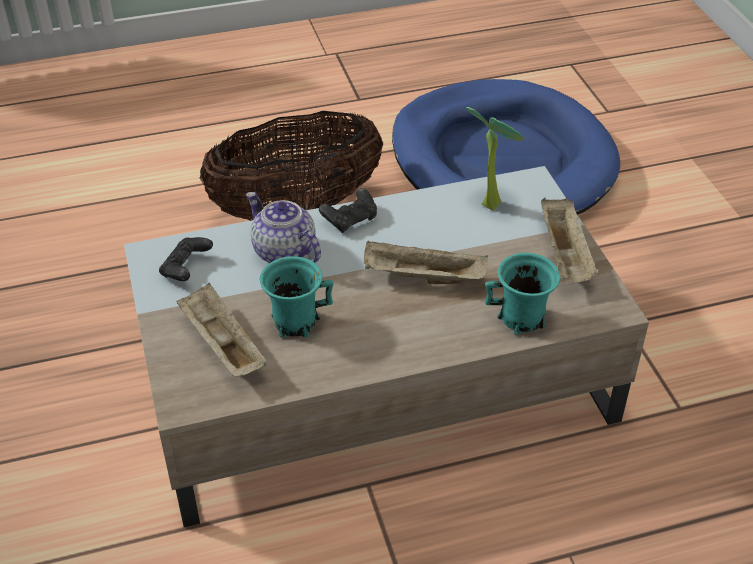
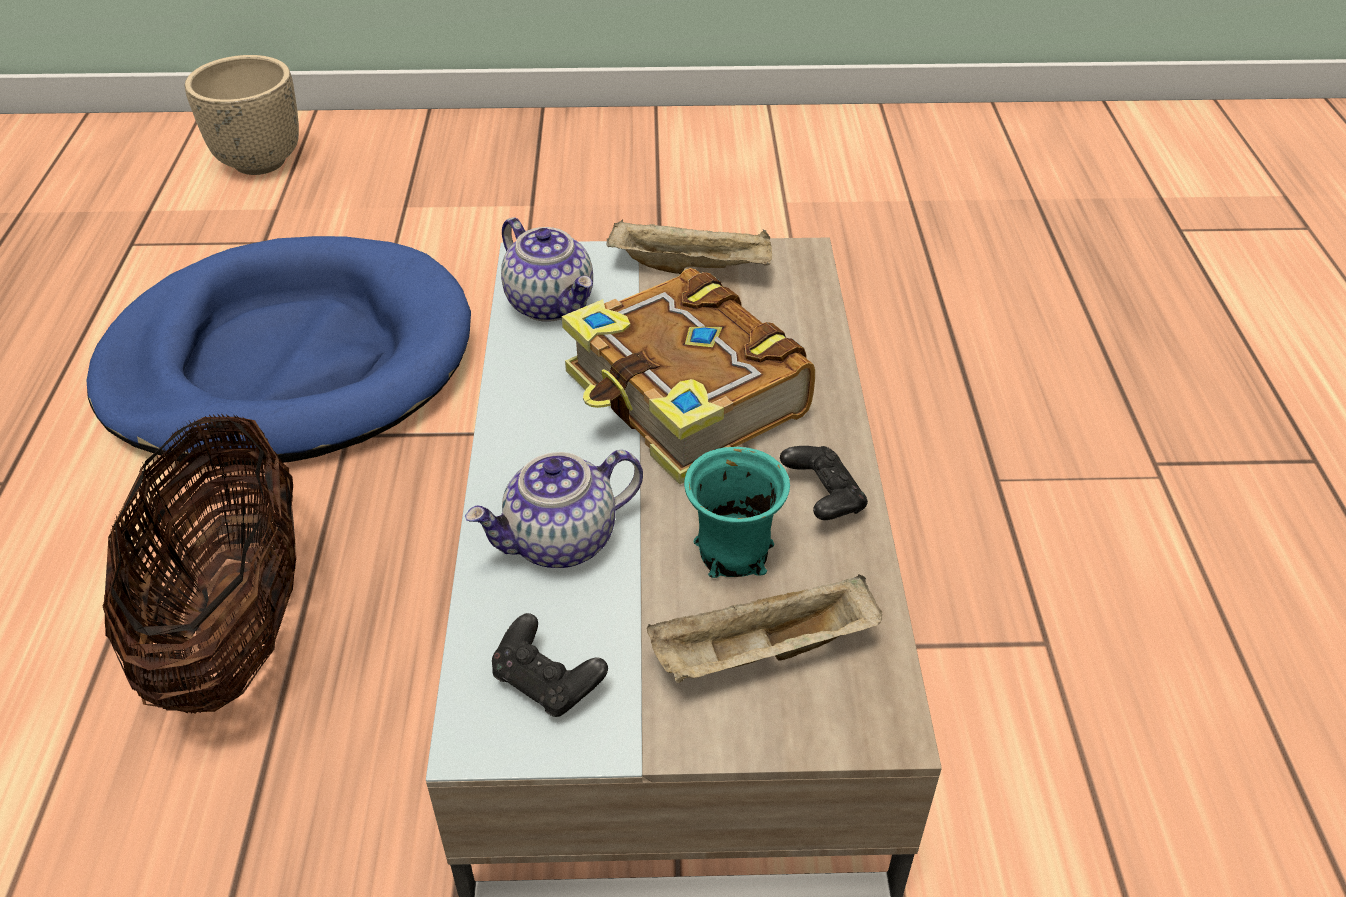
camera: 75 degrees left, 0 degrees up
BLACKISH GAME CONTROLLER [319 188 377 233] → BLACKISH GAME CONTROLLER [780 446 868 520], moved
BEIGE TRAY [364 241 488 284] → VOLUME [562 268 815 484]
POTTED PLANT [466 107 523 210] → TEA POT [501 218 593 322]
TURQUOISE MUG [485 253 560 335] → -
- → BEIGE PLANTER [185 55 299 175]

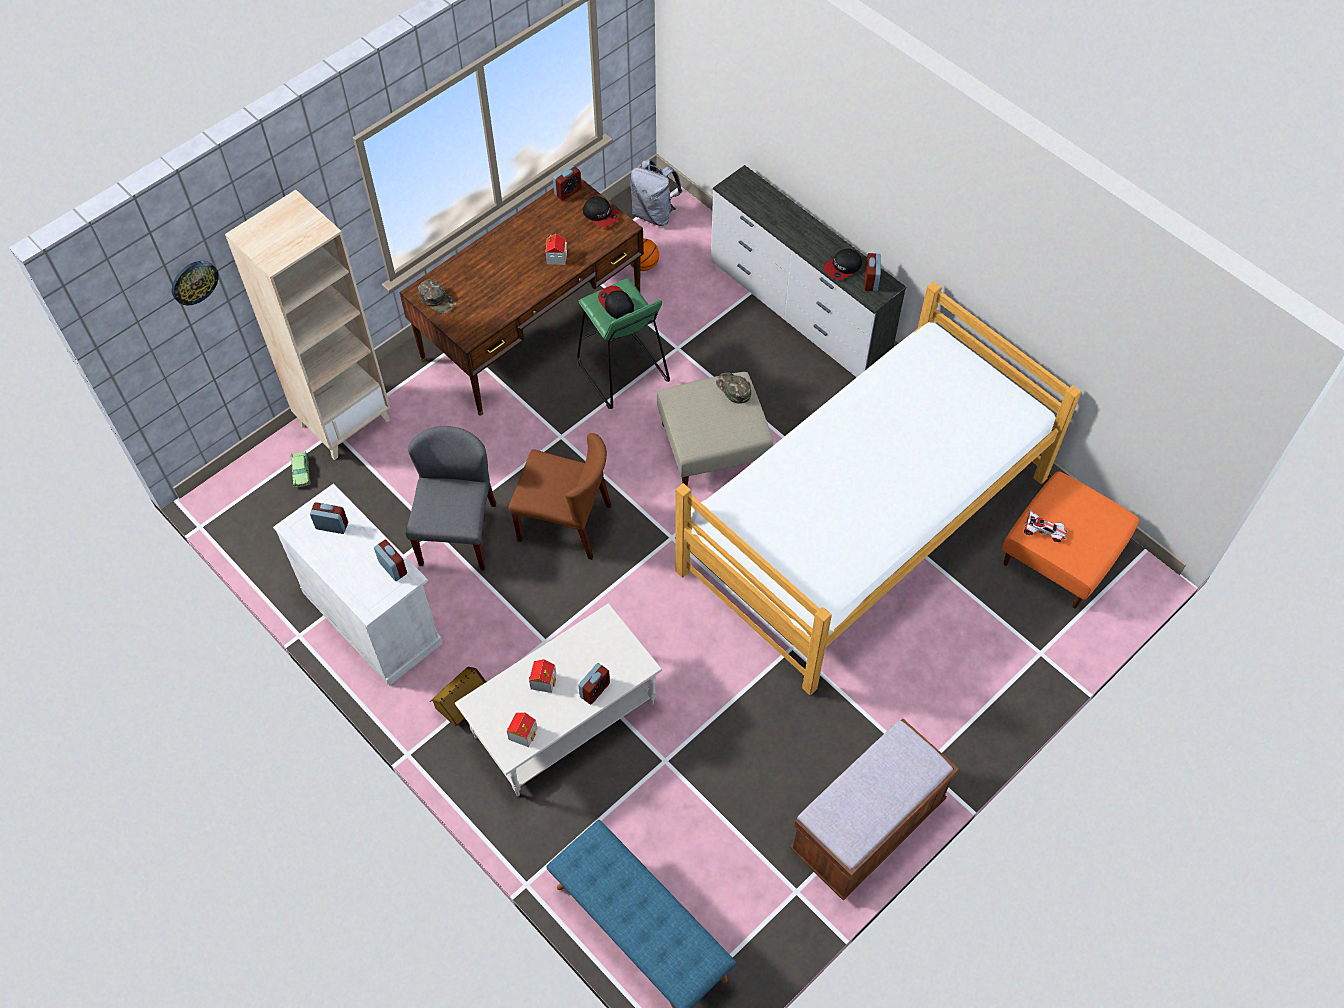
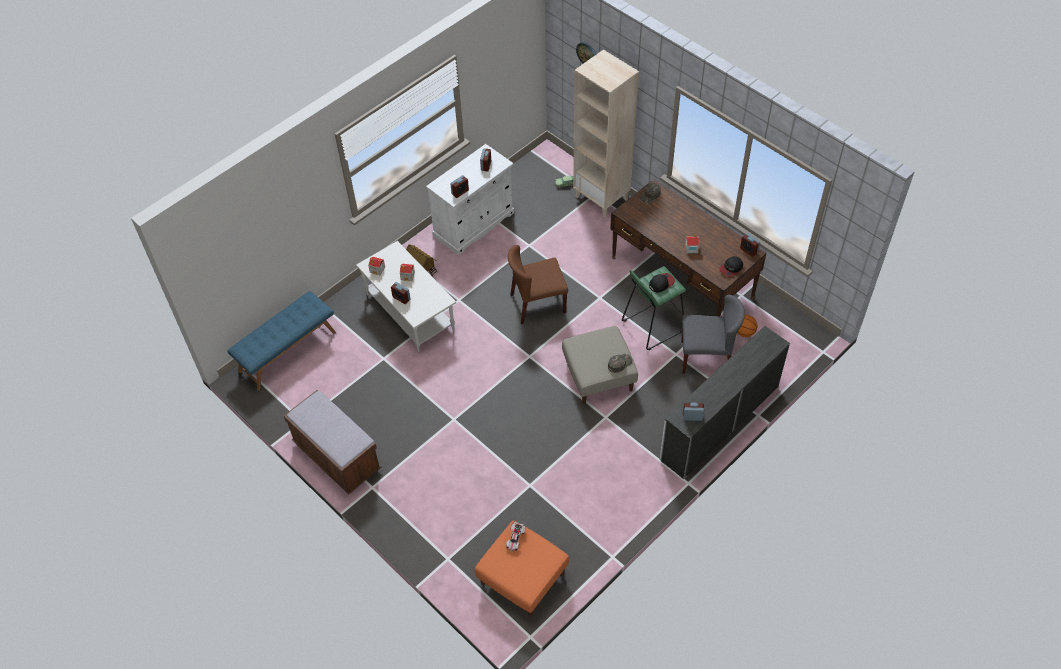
camera: 90 degrees right, 5 degrees down
GRAY CHAIR [406 426 496 571] → GRAY CHAIR [681 295 745 374], moved
BROWN CHAIR [509 433 611 560] → BROWN CHAIR [508 245 568 324], 60 degrees clockwise
GRAY BACKPACK [630 160 682 226] → -
BEDROOM BED [675 281 1081 695] → -
PEAKED CAP [823 248 862 280] → -

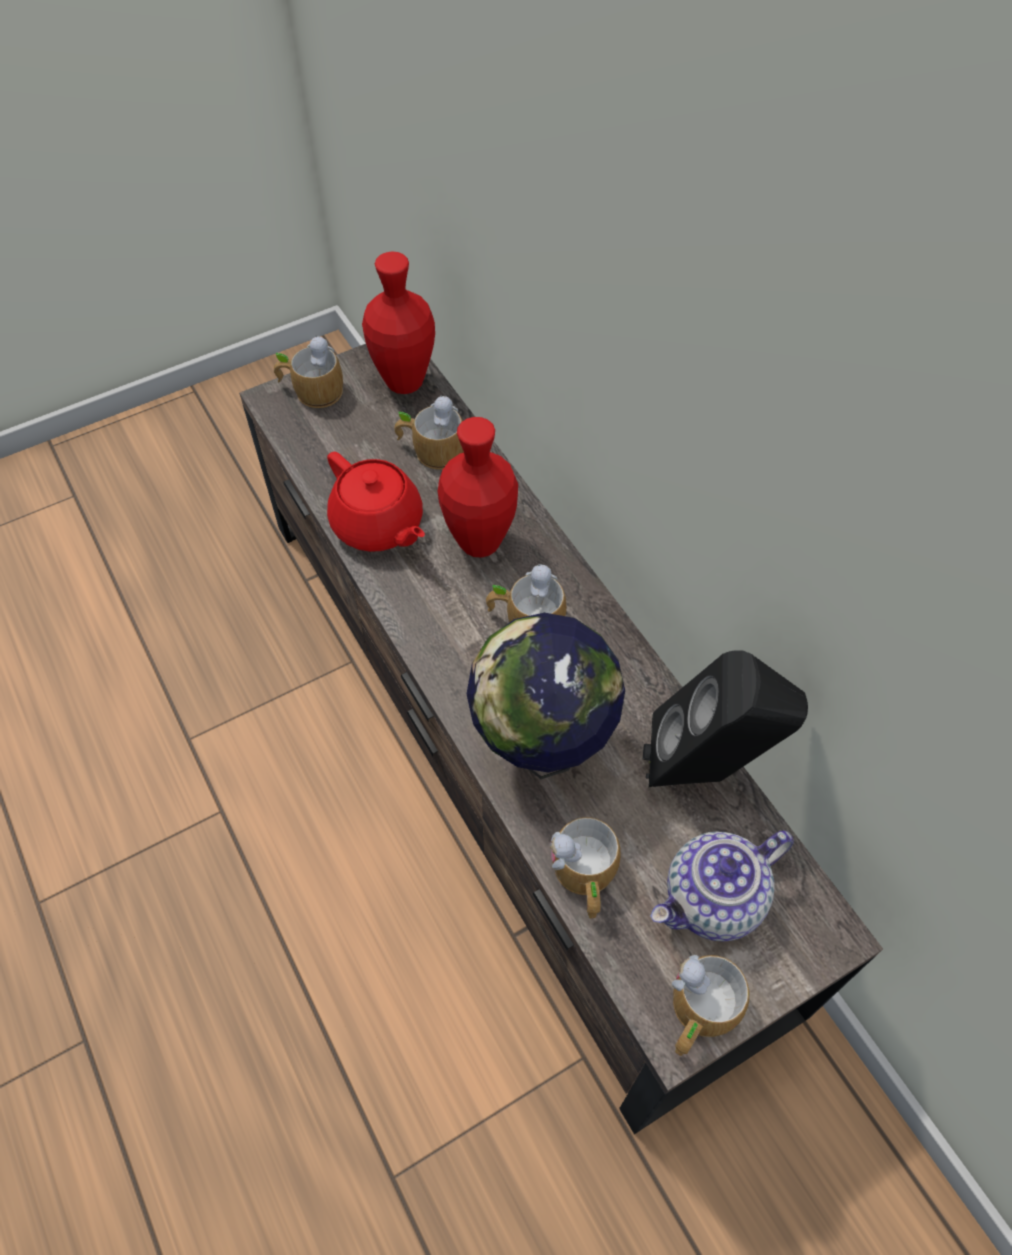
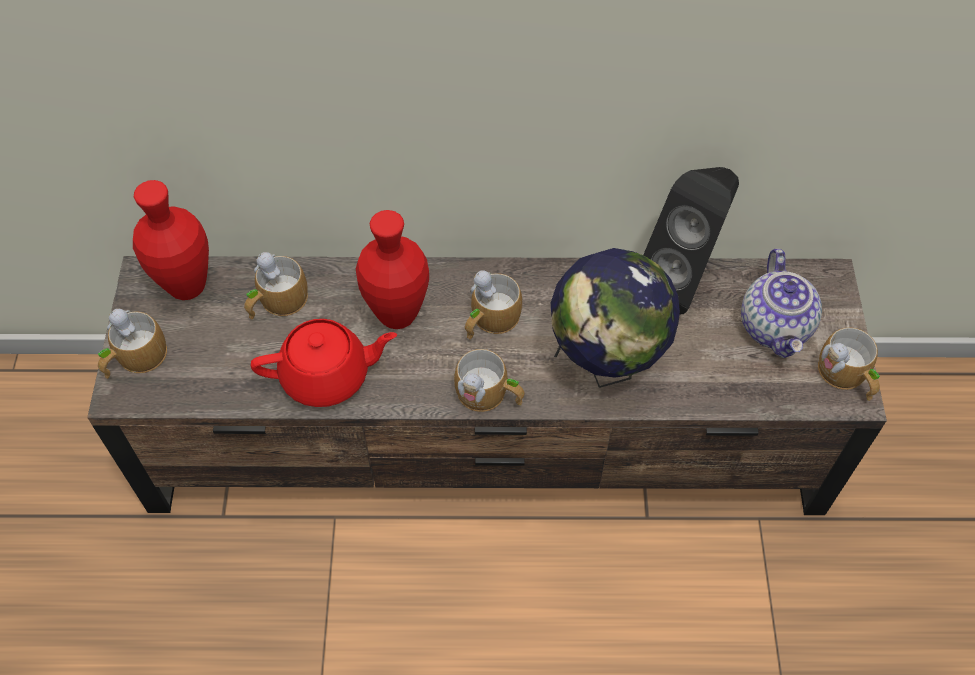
camera: 60 degrees left, 0 degrees up
MUG [550 817 621 919] → MUG [454 349 525 412], moved

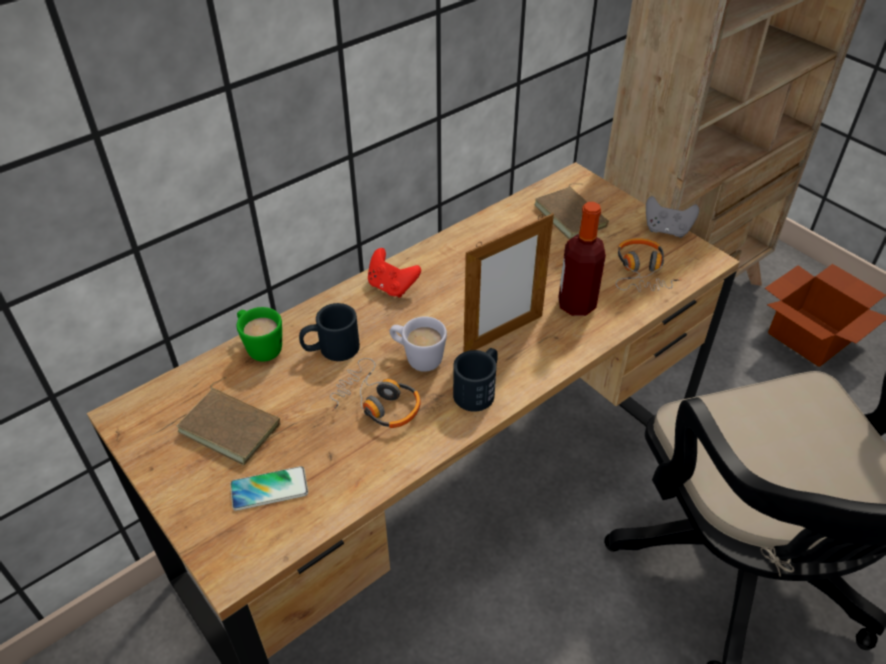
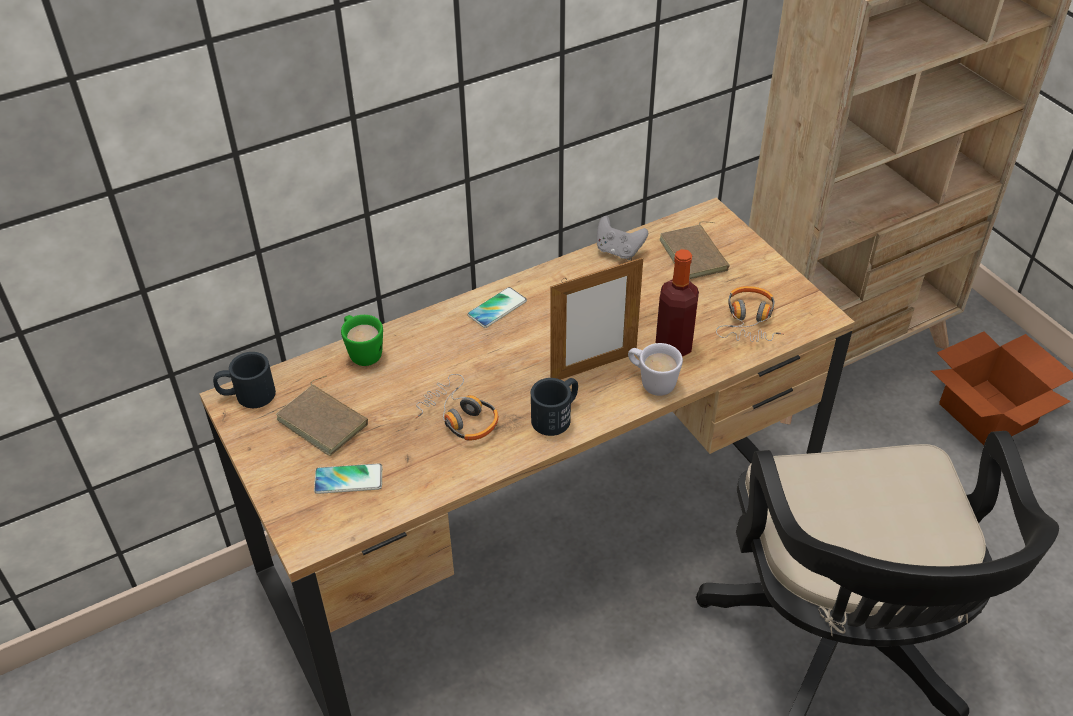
camera: 10 degrees right, 0 degrees up
BLACKISH MUG [299 303 360 361] → BLACKISH MUG [213 352 276 408], moved
RED-COLOURED GAME CONTROLLER [368 248 421 298] → HANDSET [467 287 527 328]
WHITE-COLOURED MUG [390 316 447 372] → WHITE-COLOURED MUG [628 343 683 396], moved
GRAY GAME CONTROLLER [646 196 699 238] → GRAY GAME CONTROLLER [597 216 648 260], moved

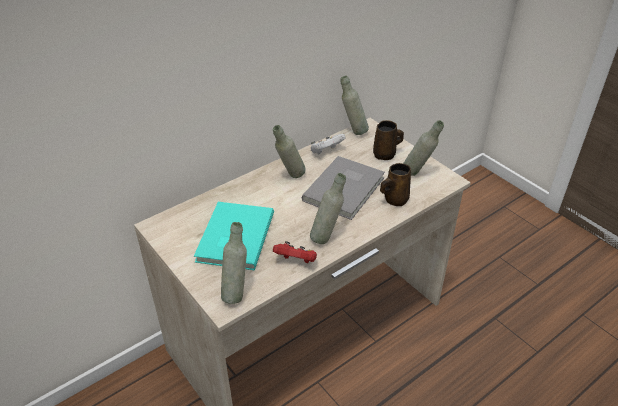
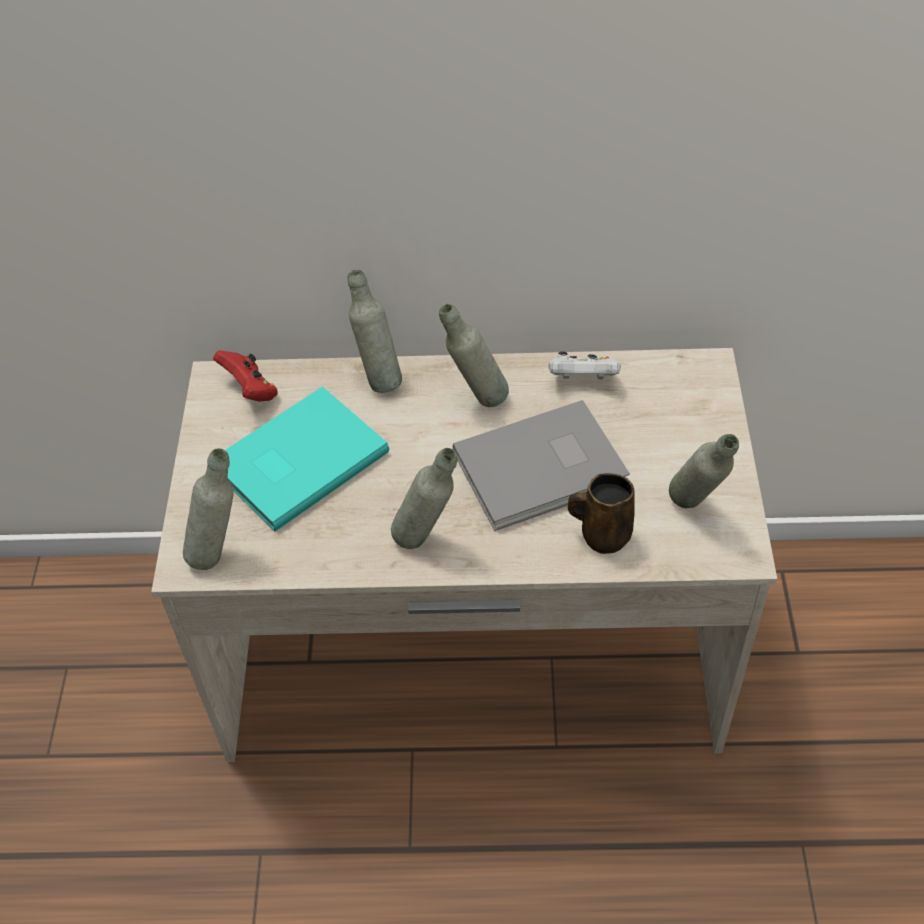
camera: 40 degrees right, 10 degrees up
RED-COLOURED GAME CONTROLLER [273 241 317 263] → RED-COLOURED GAME CONTROLLER [213 351 278 402], moved
GRAY BEVERAGE BOTTLE [340 76 369 135] → GRAY BEVERAGE BOTTLE [348 270 402 393], moved
BROWN MUG [373 120 404 160] → -

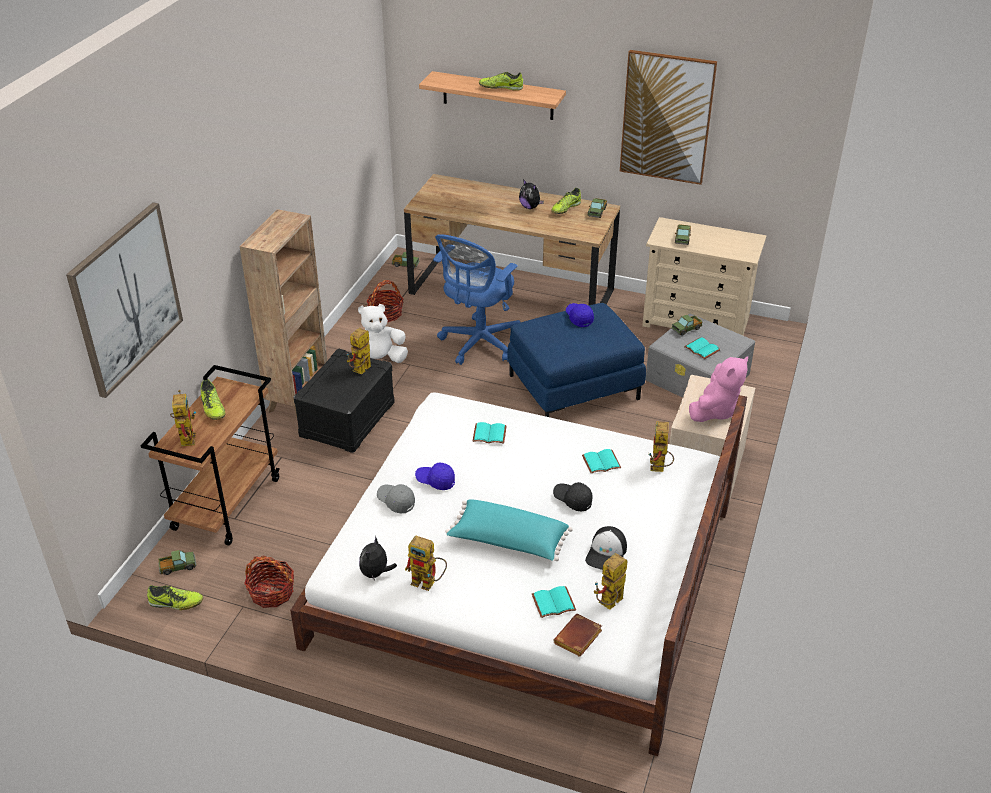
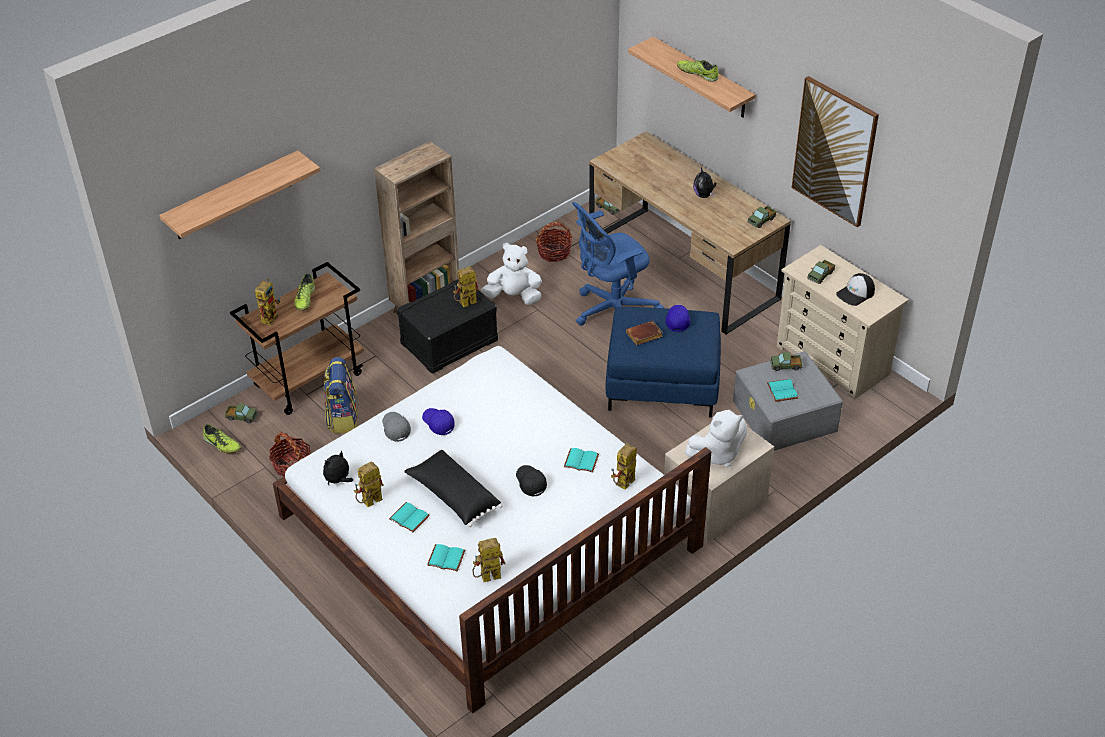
camera: 30 degrees right, 5 degrees up
WALL ART [66 202 183 398] → BRACKET SHELF [159 150 320 239]
ROBOT FIGURE [405 536 447 591] → ROBOT FIGURE [354 461 384 507], 90 degrees clockwise
TURQUOISE THROW PILLOW [445 499 573 561] → BLACKISH THROW PILLOW [404 449 502 527]
TURQUOISE VOLUME [473 422 507 444] → TURQUOISE VOLUME [389 502 430 532], moved
SHOE [552 188 581 214] → -
BROWN VOLUME [553 614 602 657] → BROWN VOLUME [626 321 663 345], moved
PEAKED CAP [585 526 627 570] → PEAKED CAP [836 273 875 306], moved
PINKISH PLUSH TOY [689 356 748 422] → WHITE-COLOURED PLUSH TOY [685 410 747 467]
- → BACKPACK [324 357 358 433]

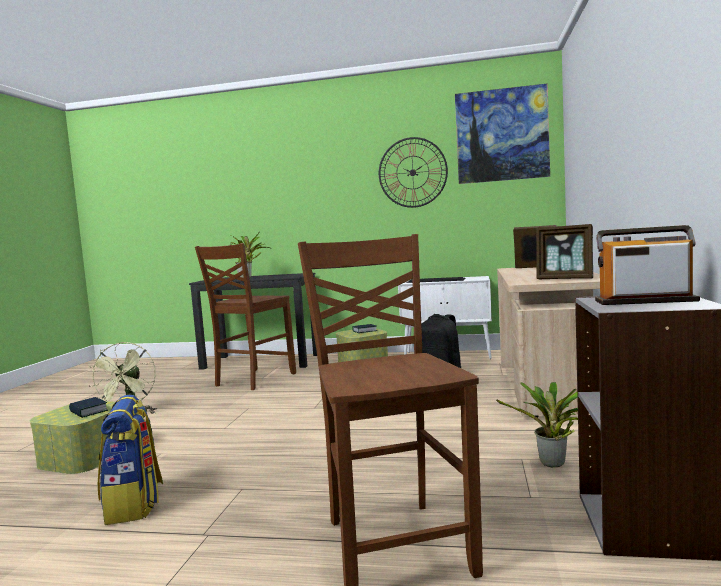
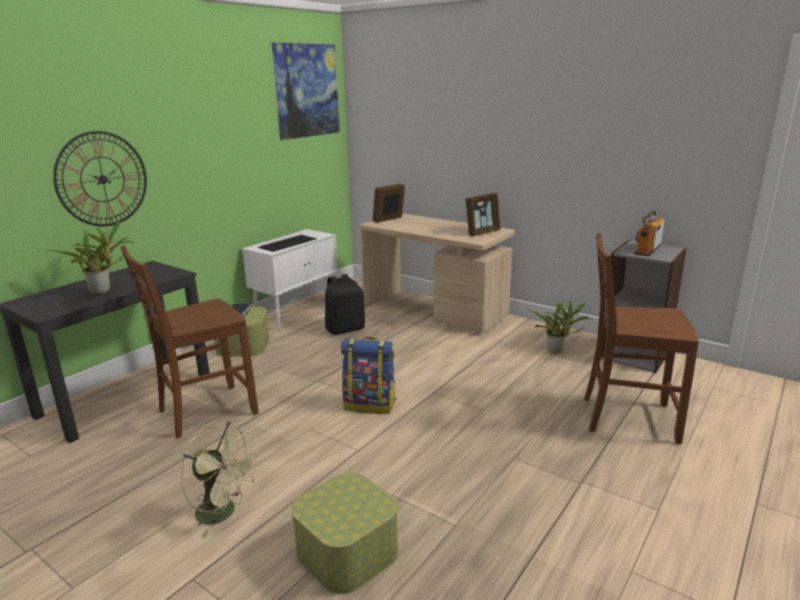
camera: 65 degrees left, 15 degrees up
VOLUME [69 397 108 418] → -
BACKPACK [98 395 163 525] → BACKPACK [341 337 396 414], moved
BROWN CHAIR [195 243 296 390] → BROWN CHAIR [121 245 259 439], 90 degrees clockwise
CLOCK ON THE WALL [379 137 448 208] → CLOCK ON THE WALL [53 131 147 227], moved

